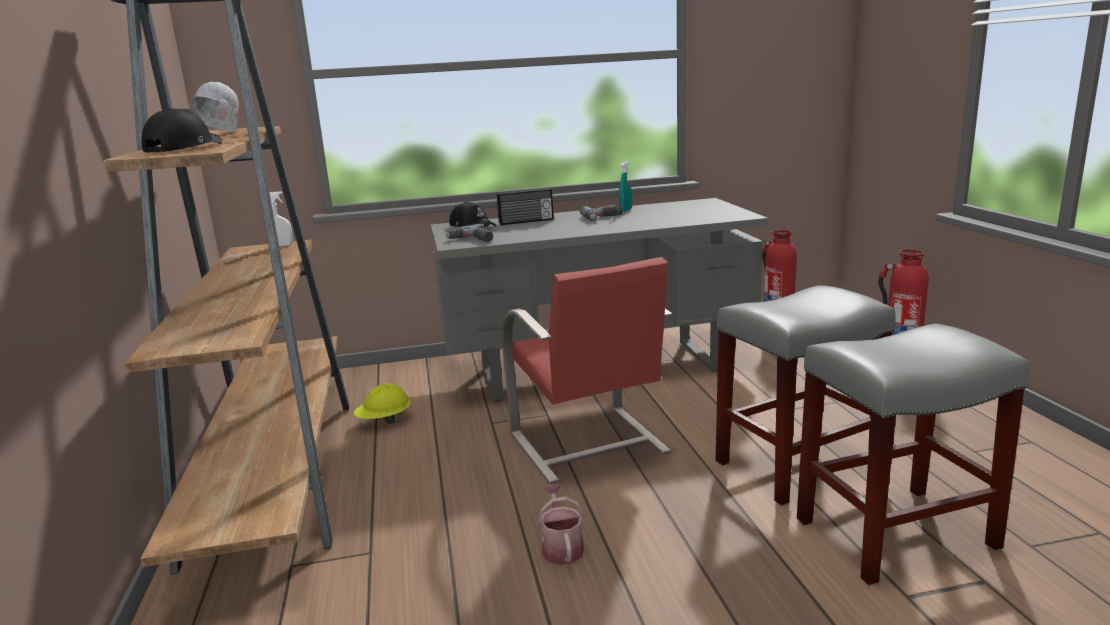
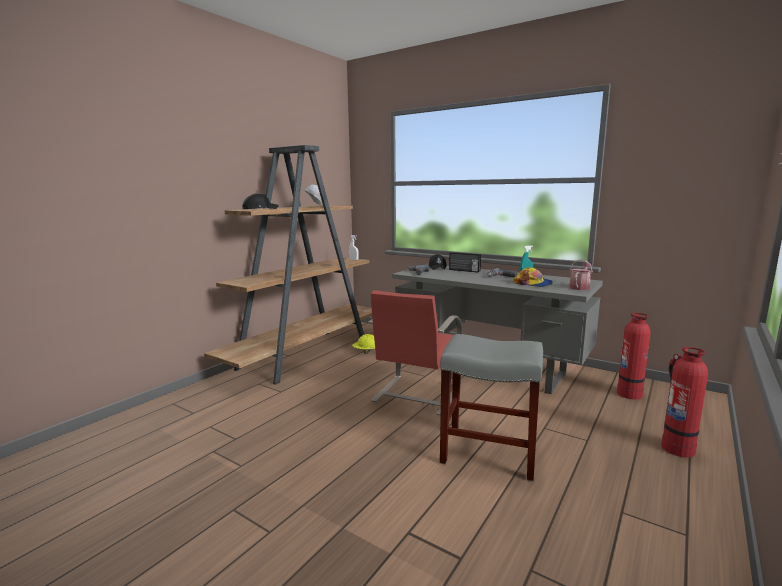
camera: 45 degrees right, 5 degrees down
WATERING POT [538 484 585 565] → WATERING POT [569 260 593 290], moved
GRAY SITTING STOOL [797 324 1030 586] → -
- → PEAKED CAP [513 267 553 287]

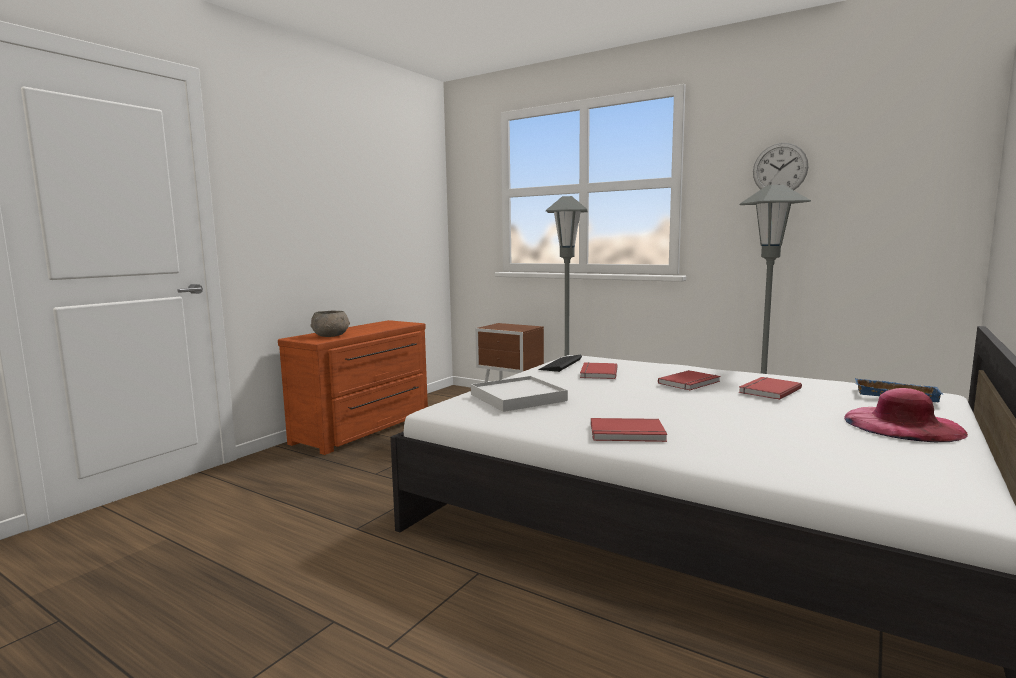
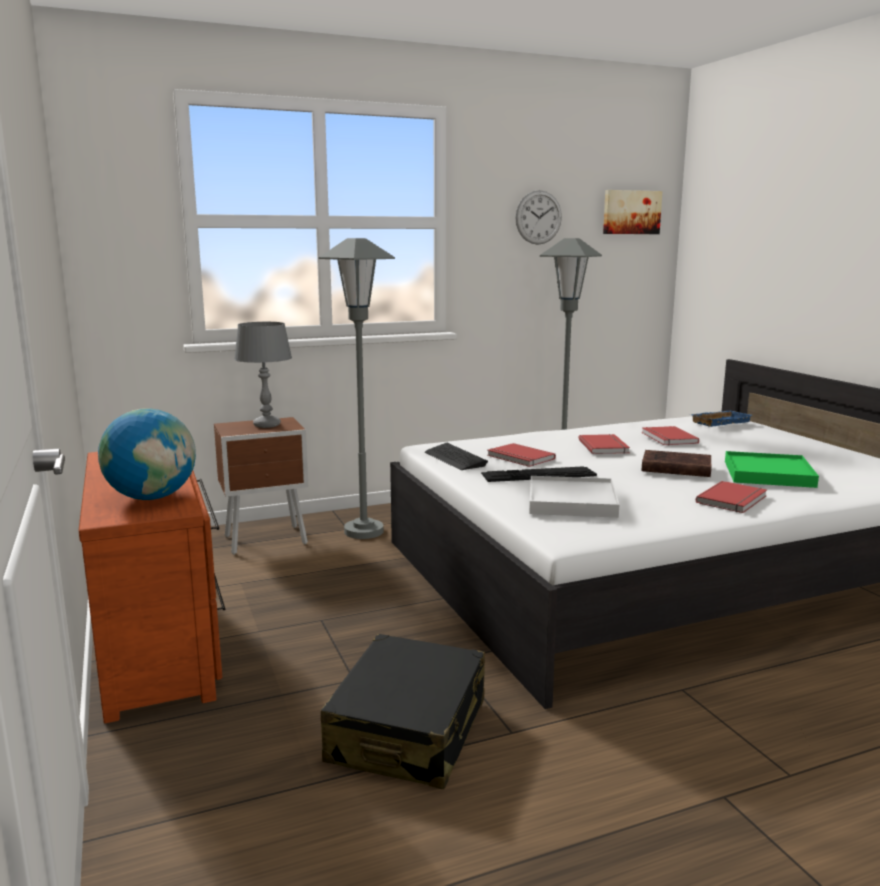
camera: 55 degrees left, 5 degrees up
GRAY BOWL [310 311 350 337] → DESK GLOBE [98 408 196 500]
PINKISH WEARABLE HAT [844 388 968 442] → -
- → GRAY LAMP FOR A TABLE [234 322 292 428]
- → BLACKISH TRAVEL CASE [321 634 485 789]
- → KEYBOARD [481 466 597 482]
- → WALL ART [603 190 662 234]
- → BROWN VOLUME [641 450 712 477]
- → GREEN-COLOURED TRAY [725 451 819 488]

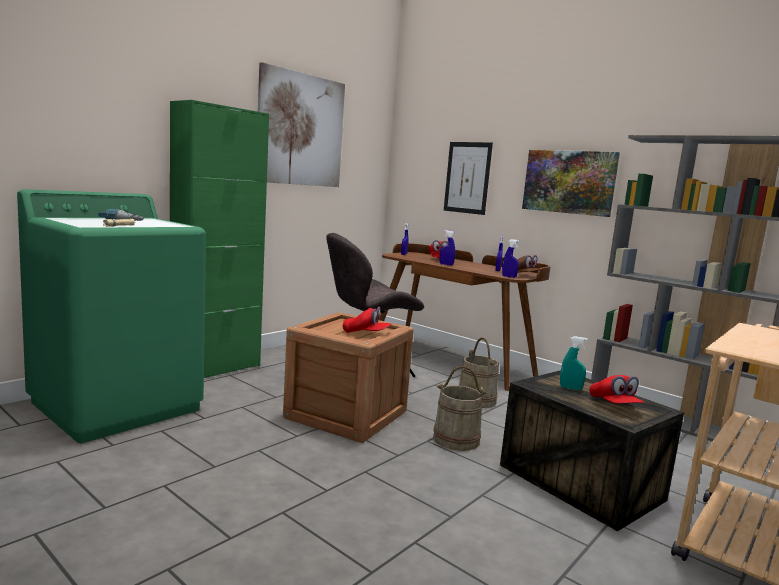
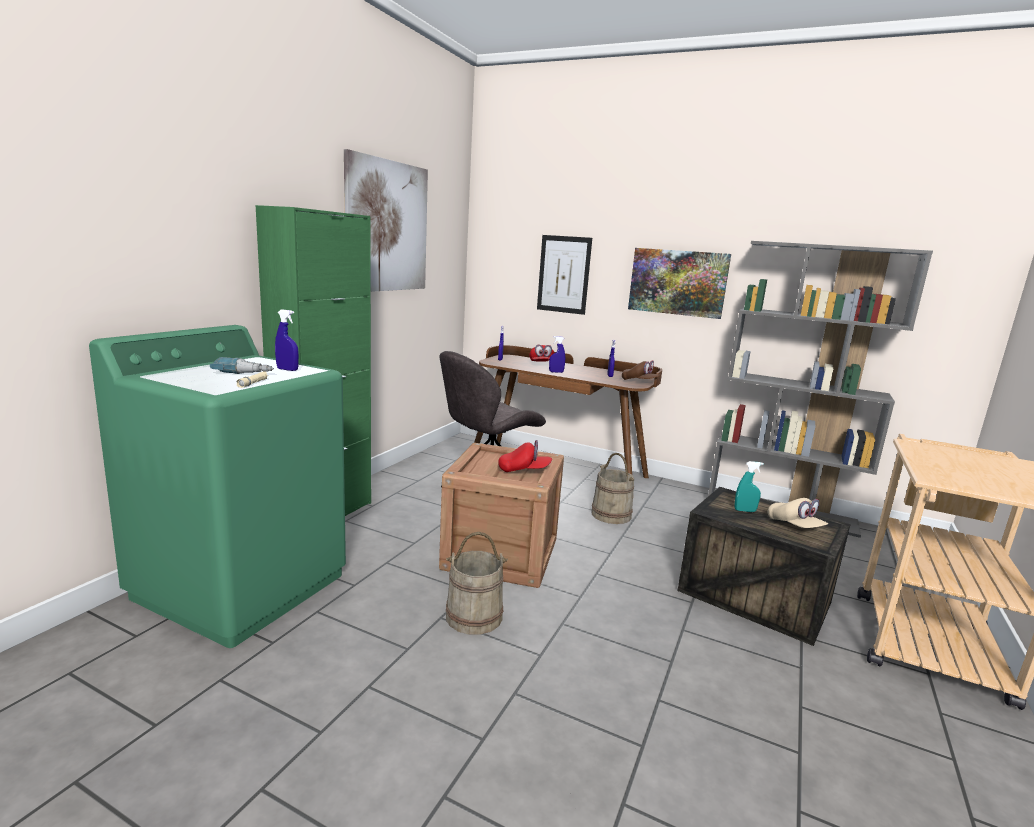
camera: 15 degrees left, 5 degrees up
BEIGE WATER BUCKET [433 366 487 451] → BEIGE WATER BUCKET [446 532 508 635], moved
BLUISH HAND SPRAYER [502 239 520 278] → BLUISH HAND SPRAYER [275 310 299 371], moved
RED-COLOURED PEAKED CAP [589 375 645 404] → BEIGE PEAKED CAP [768 498 828 528]

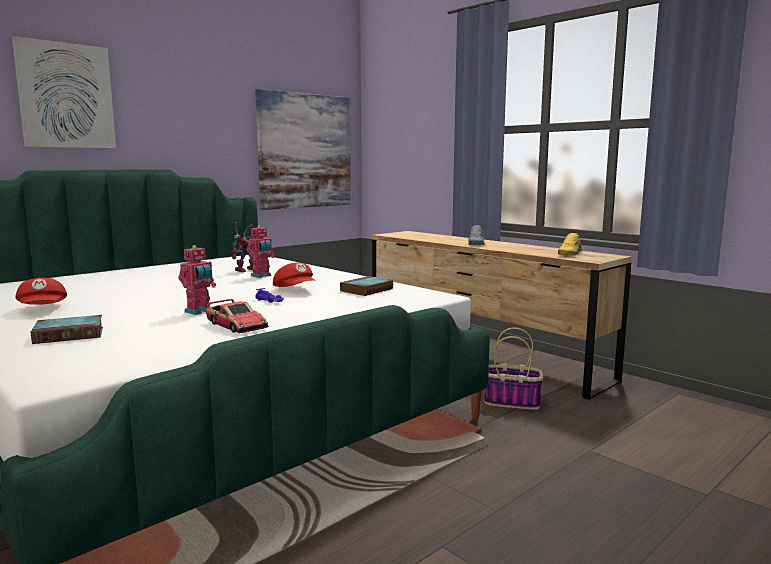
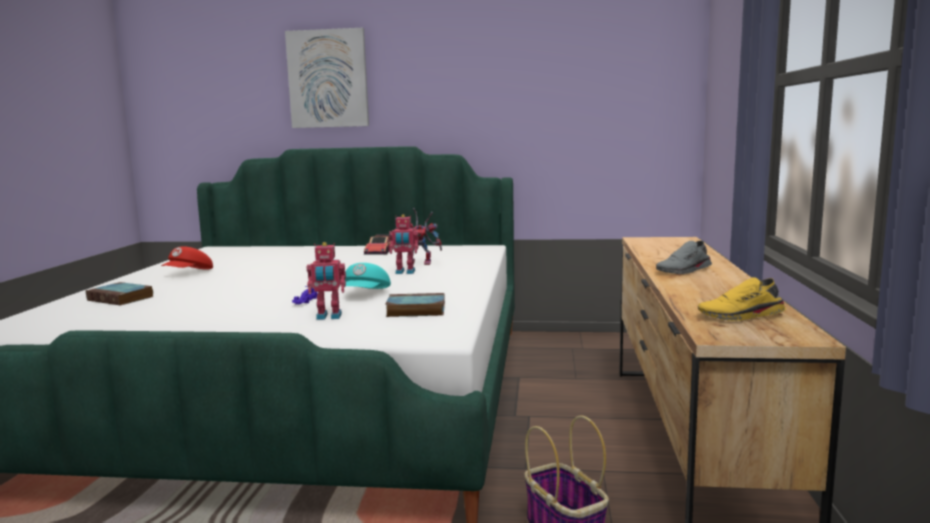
camera: 50 degrees right, 0 degrees up
ROBOT FIGURE [178 245 216 315] → ROBOT FIGURE [307 242 346 320], moved
MODEL CAR [206 299 269 333] → MODEL CAR [364 235 390 255], moved
WALL ART [255 89 351 210] → -
RED-COLOURED PEAKED CAP [273 262 316 287] → TURQUOISE PEAKED CAP [345 263 391 289]

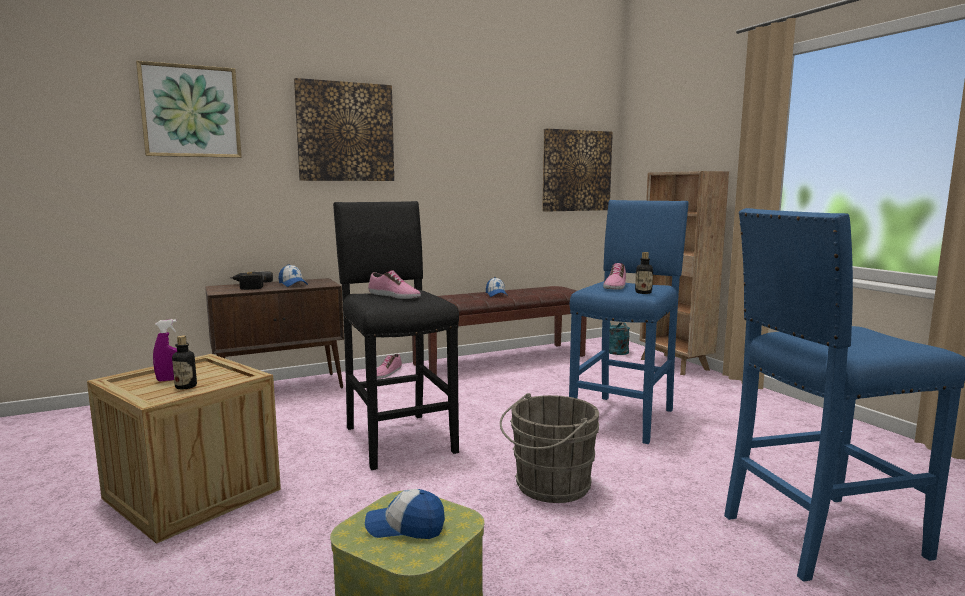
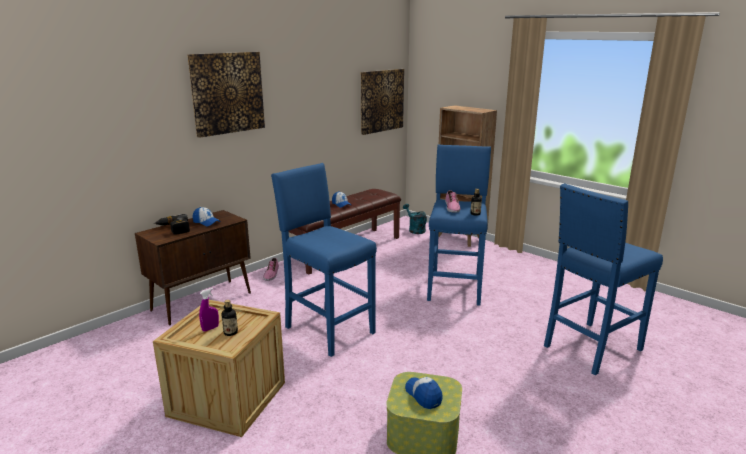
camera: 20 degrees left, 10 degrees up
WALL ART [136 61 242 158] → -
BLACKISH SITTING STOOL [333 201 459 470] → BLUISH SITTING STOOL [271 163 377 357]
PEAKED CAP [365 489 445 539] → PEAKED CAP [405 377 442 409], 75 degrees clockwise
SHOE [368 270 421 299] → -
GRAY WATER BUCKET [500 393 599 503] → -

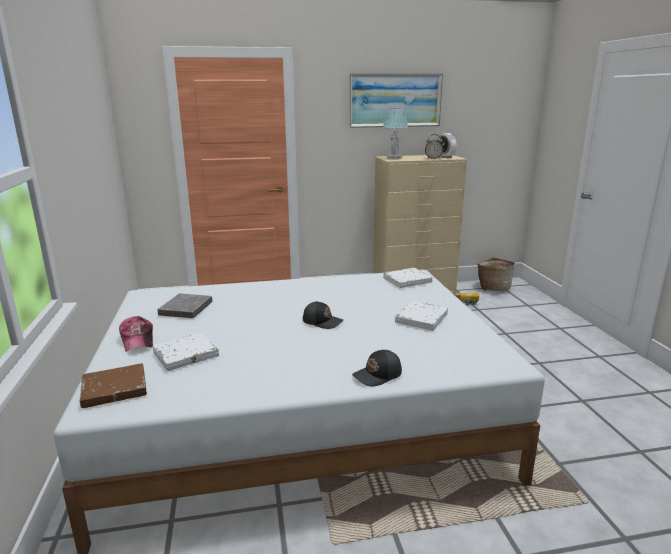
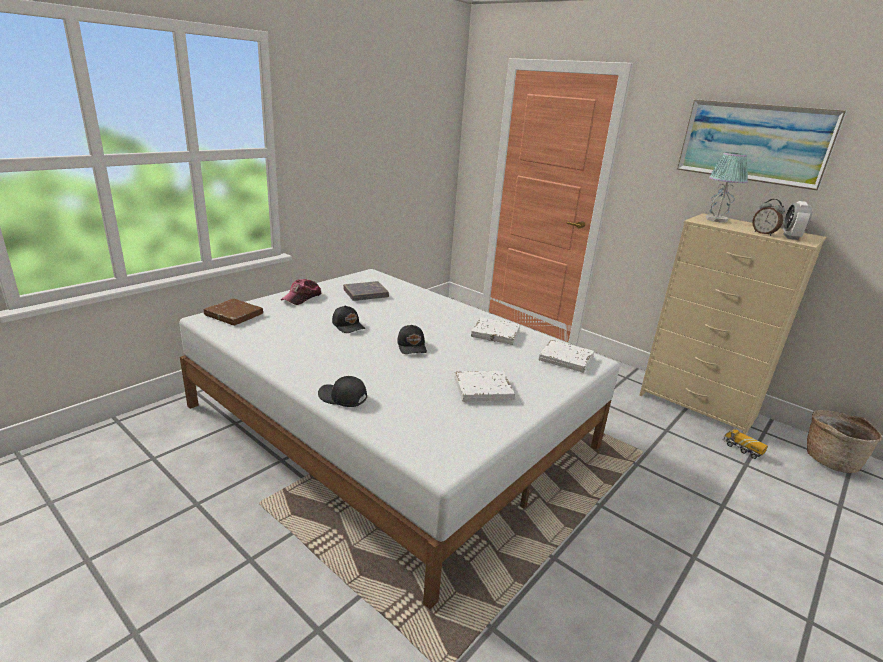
camera: 50 degrees right, 5 degrees up
WHITE-COLOURED VOLUME [153 333 219 371] → WHITE-COLOURED VOLUME [471 317 520 345], moved
- → BLACKISH PEAKED CAP [332 305 365 333]

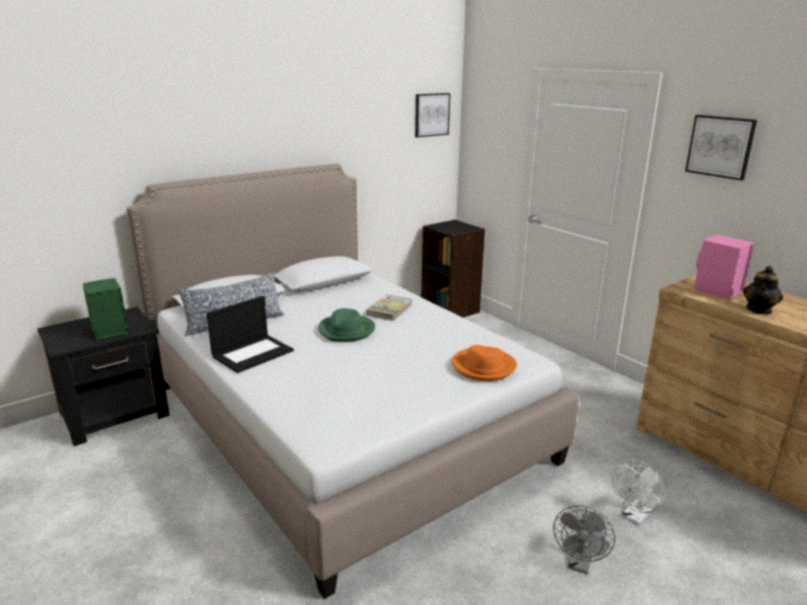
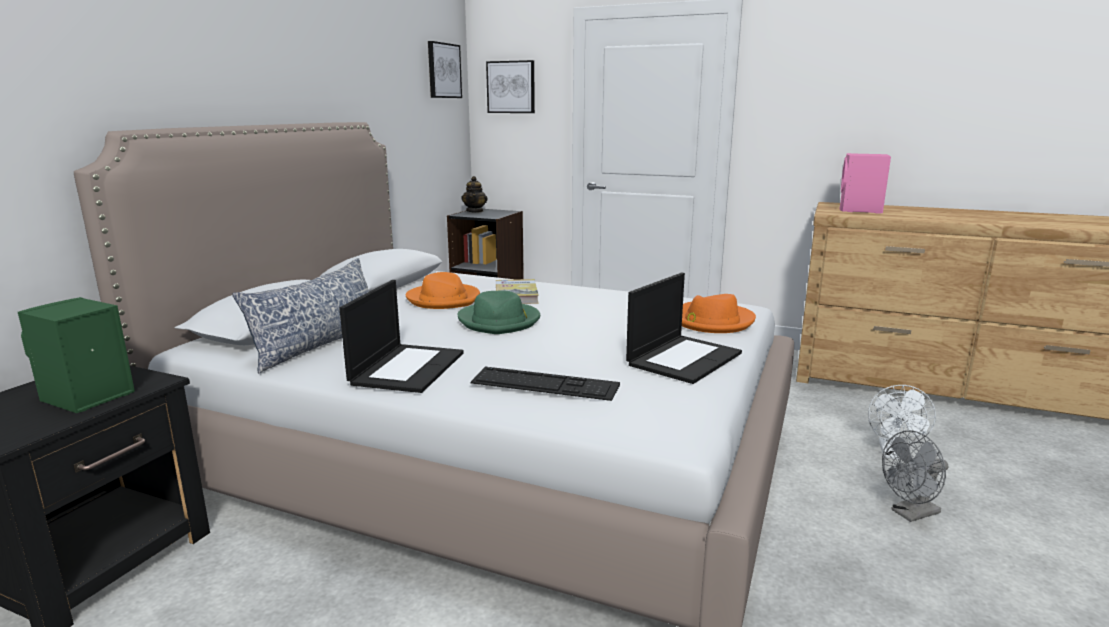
camera: 30 degrees left, 5 degrees down
GRAY ELECTRIC FAN [553 505 615 574] → GRAY ELECTRIC FAN [882 430 948 522], 75 degrees clockwise
WALL ART [685 115 757 181] → WALL ART [486 60 535 113], moved
TEA POT [743 266 783 315] → TEA POT [461 176 488 213], moved
- → ORANGEY WEARABLE HAT [406 272 480 309]
- → KEYBOARD [470 367 620 401]
- → PORTABLE COMPUTER [626 273 742 384]

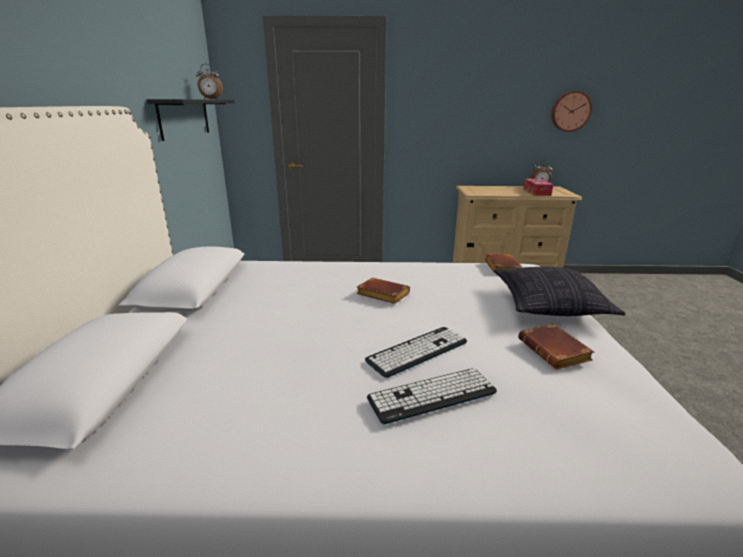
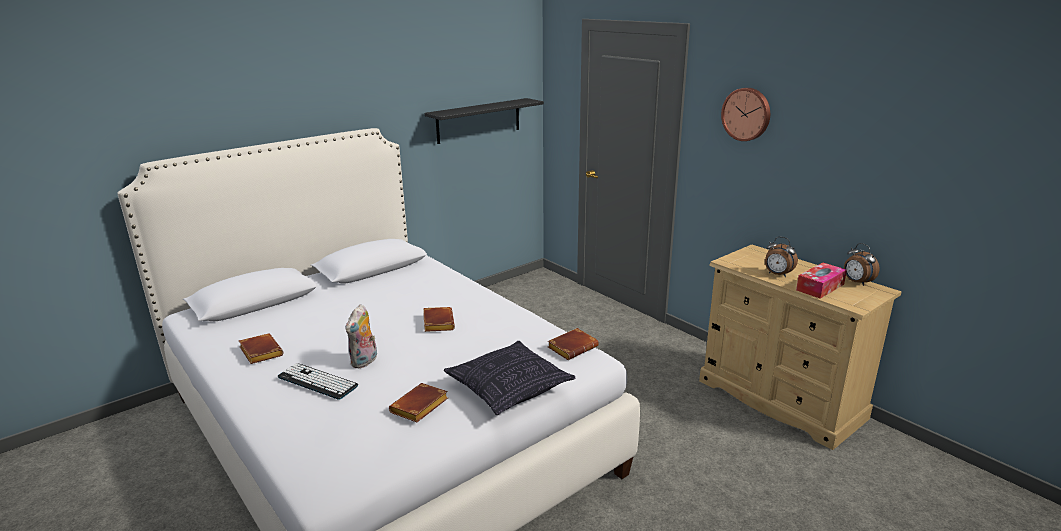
camera: 50 degrees right, 0 degrees up
BEDSIDE CLOCK [196 64 223 99] → BEDSIDE CLOCK [765 237 798 277], moved
KEYBOARD [365 327 467 378] → PLUSH TOY [345 304 377 369]
CLOCK ON THE WALL [551 91 592 132] → CLOCK ON THE WALL [721 88 770 141], moved
- → BROWN VOLUME [239 333 283 364]

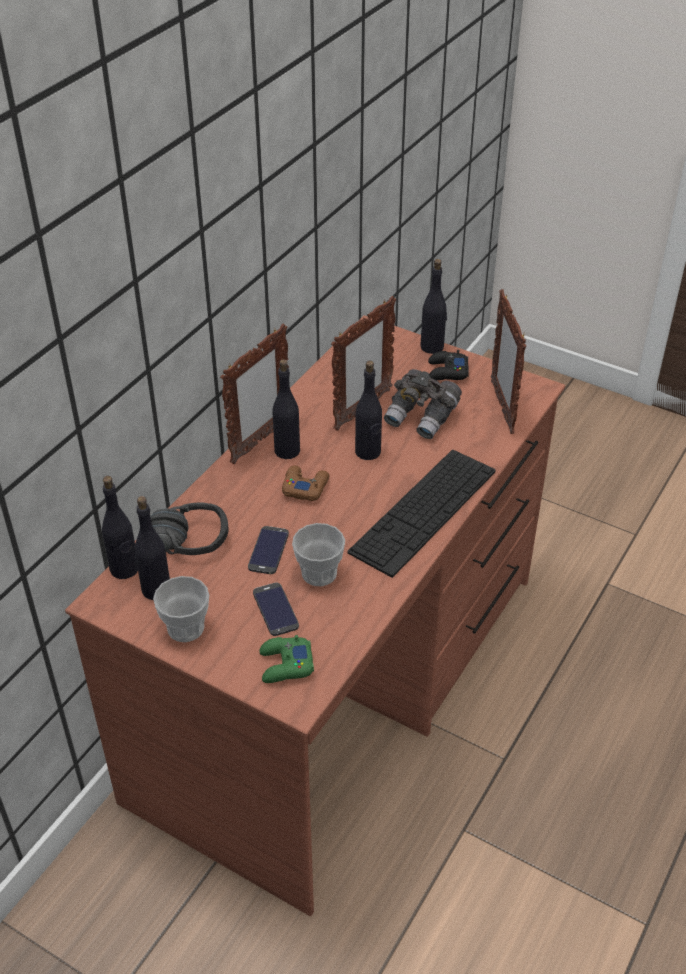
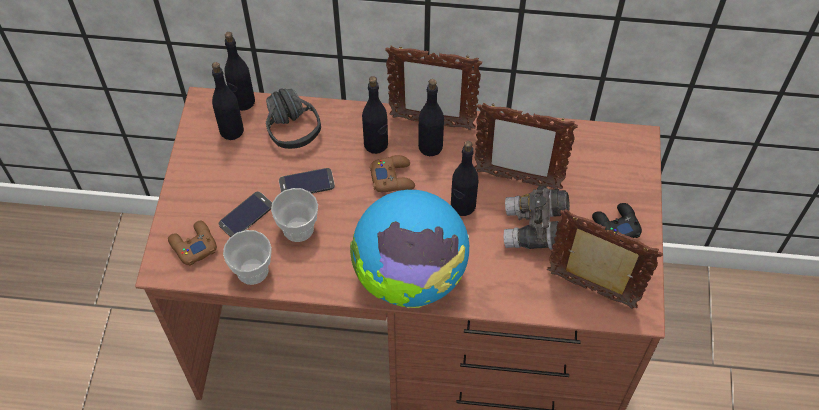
camera: 65 degrees right, 15 degrees up
DRINKING CUP [153 576 209 642] → DRINKING CUP [223 230 272 285], moved
GREEN-COLOURED GAME CONTROLLER [259 635 314 683] → BROWN GAME CONTROLLER [168 221 217 265]
KEYBOARD [348 450 495 578] → DESK GLOBE [350 190 469 308]
BLACKISH BEVERAGE BOTTLE [420 259 447 354] → BLACKISH BEVERAGE BOTTLE [362 76 388 154], moved
PHOTO FRAME [491 289 526 434] → PHOTO FRAME [547 209 663 309], 60 degrees clockwise

